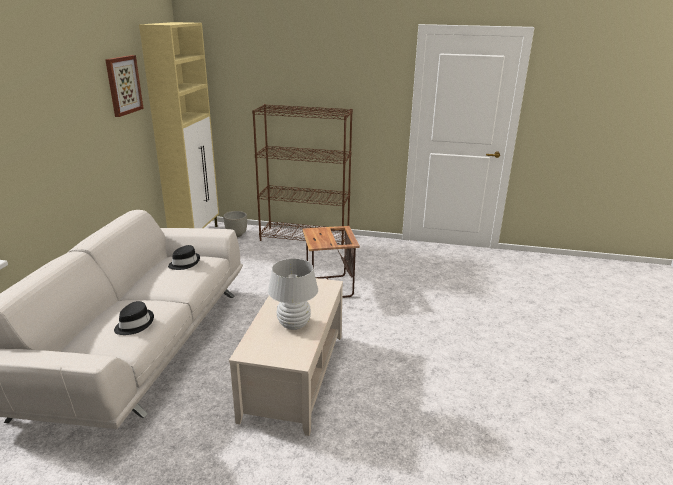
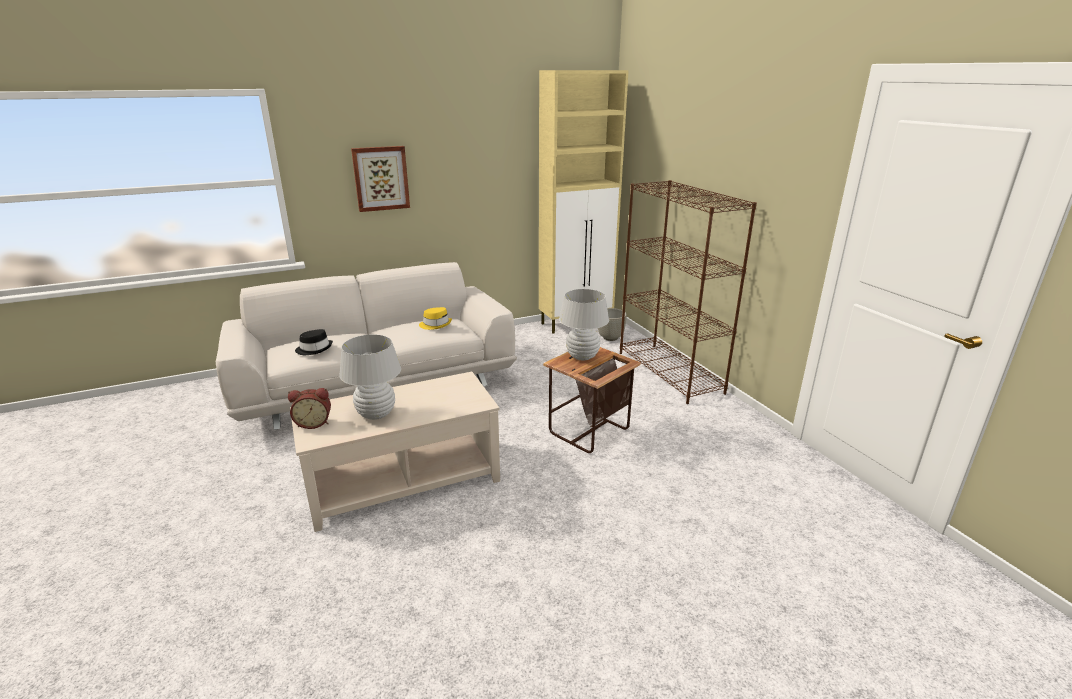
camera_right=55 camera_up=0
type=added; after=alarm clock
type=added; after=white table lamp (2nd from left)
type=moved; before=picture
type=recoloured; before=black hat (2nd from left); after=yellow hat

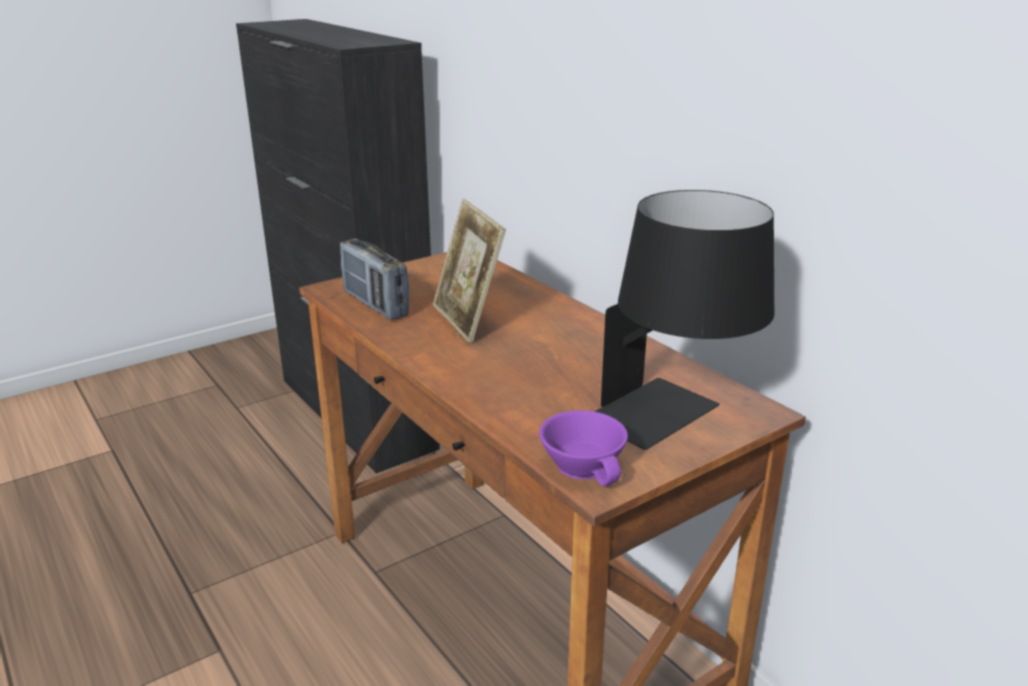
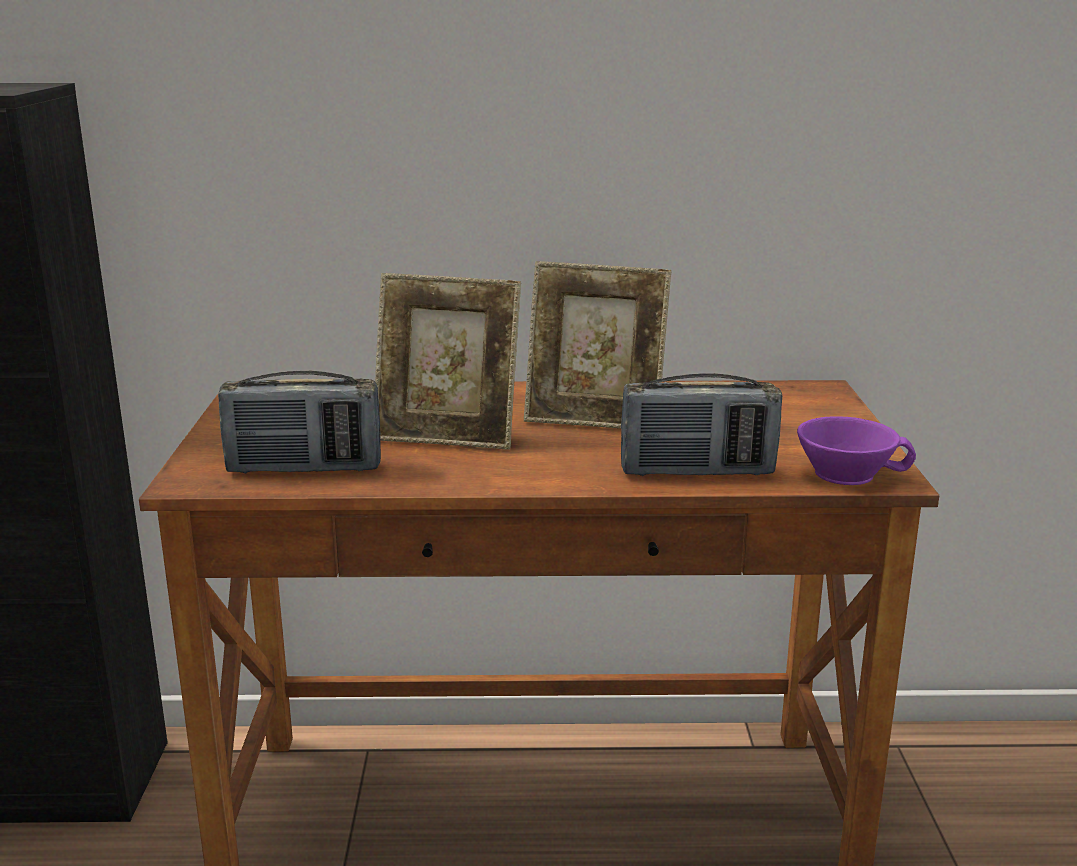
camera_right=-55 camera_up=-5
type=removed; before=black table lamp
type=added; after=picture frame (2nd from left)
type=added; after=radio (2nd from left)

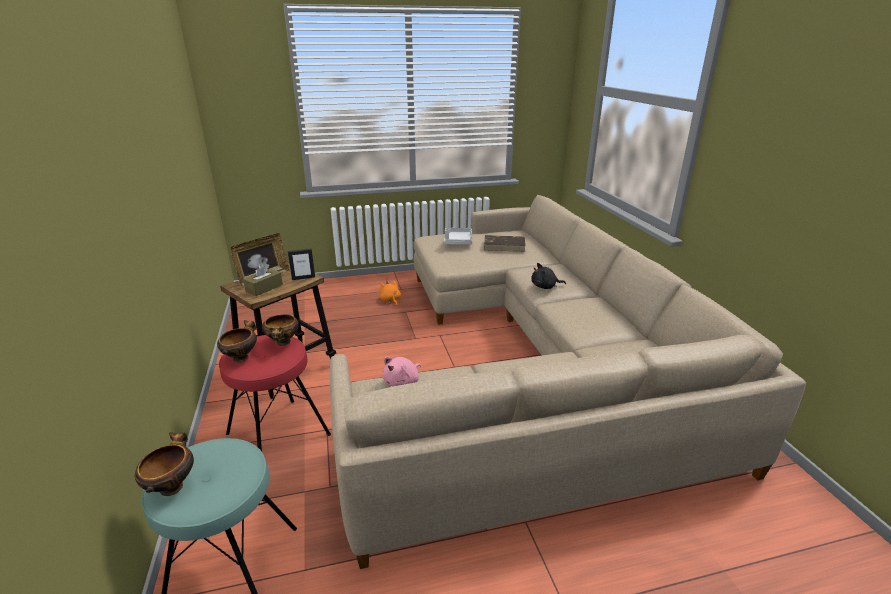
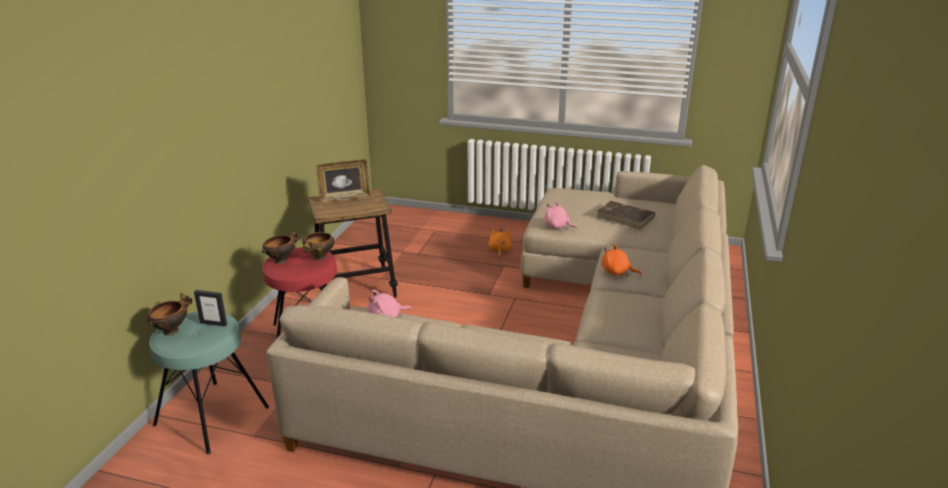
camera_right=30 camera_up=0
type=removed; before=brown tissue box
type=removed; before=grey tray
type=added; after=pink plush toy (2nd from left)
type=moved; before=picture frame (2nd from left in the first image); after=picture frame (1st from left)
type=recoloured; before=black plush toy; after=orange plush toy (2nd from left)

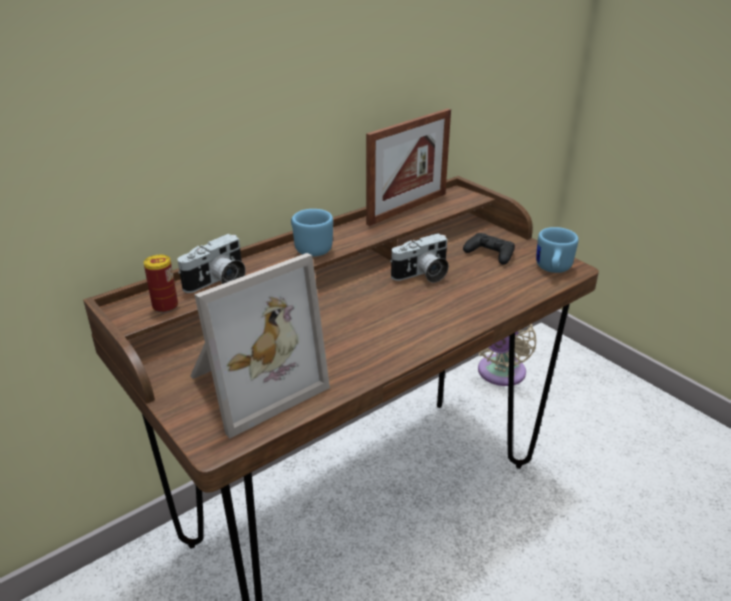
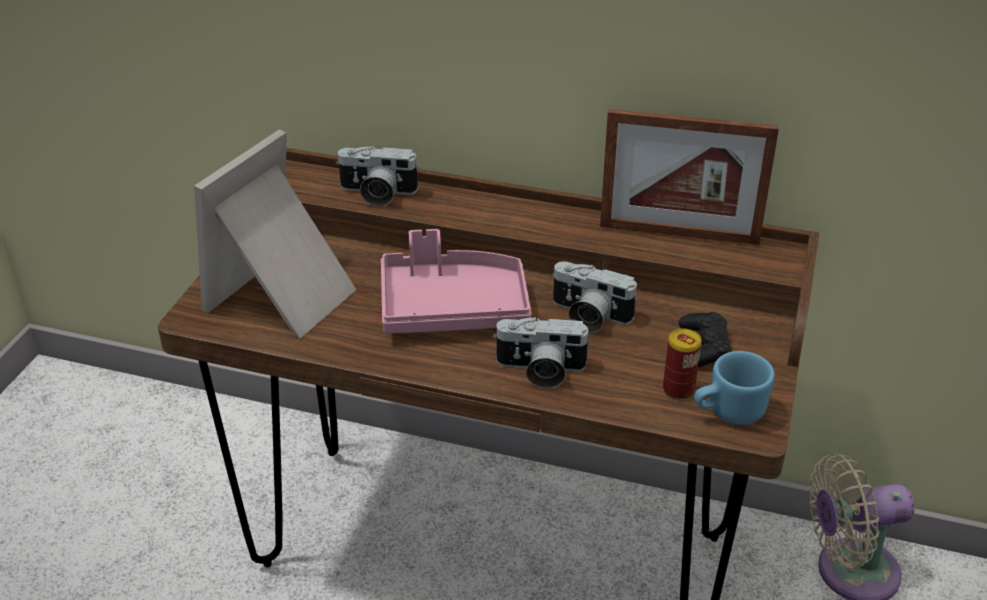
camera_right=55 camera_up=5
type=removed; before=blue mug (1st from left)
type=added; after=pink tray
type=added; after=photo camera (2nd from left)
type=moved; before=can
type=turned; before=picture frame (1st from left); turn=105

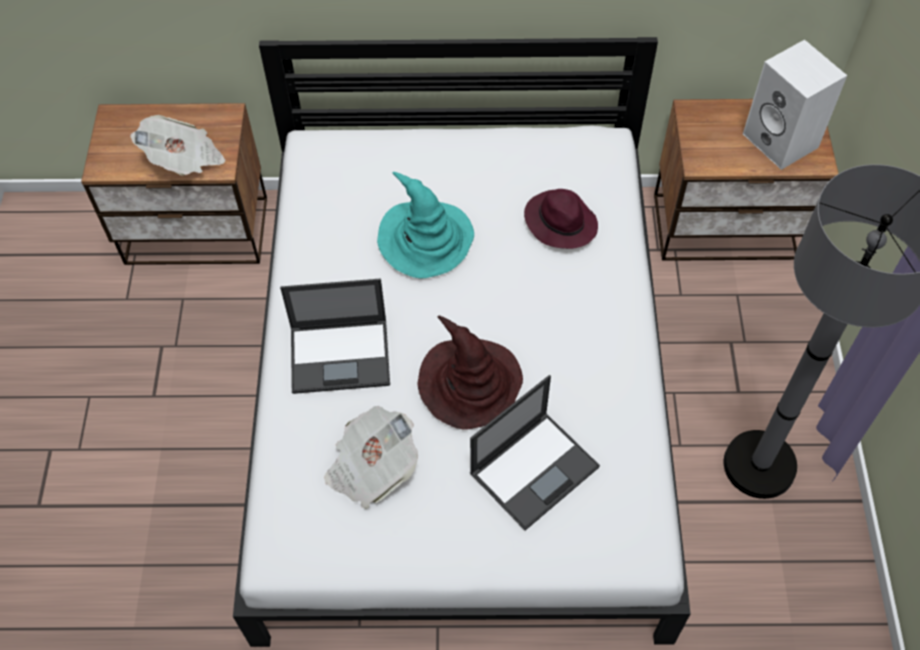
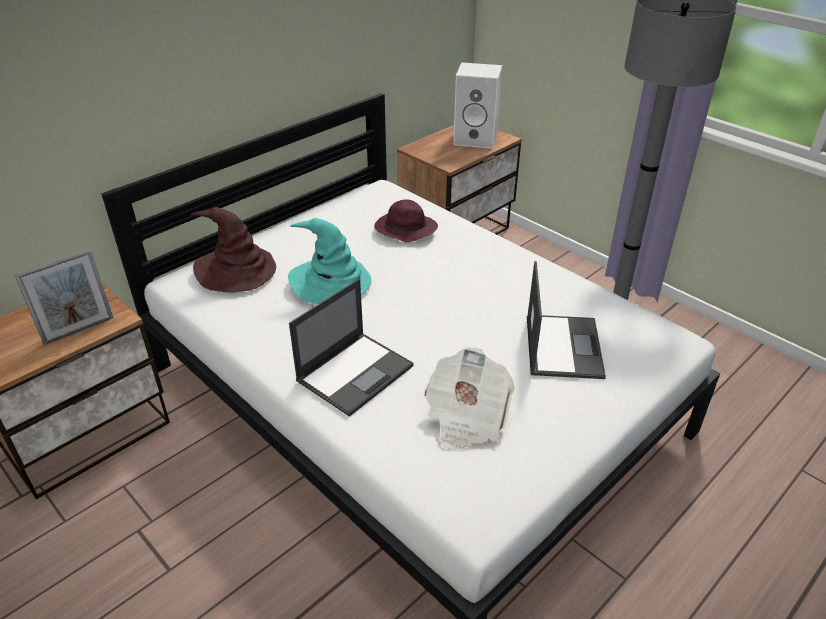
camera_right=-45 camera_up=-20
type=moved; before=brown hat
type=replaced; before=newspaper (1st from left); after=picture frame

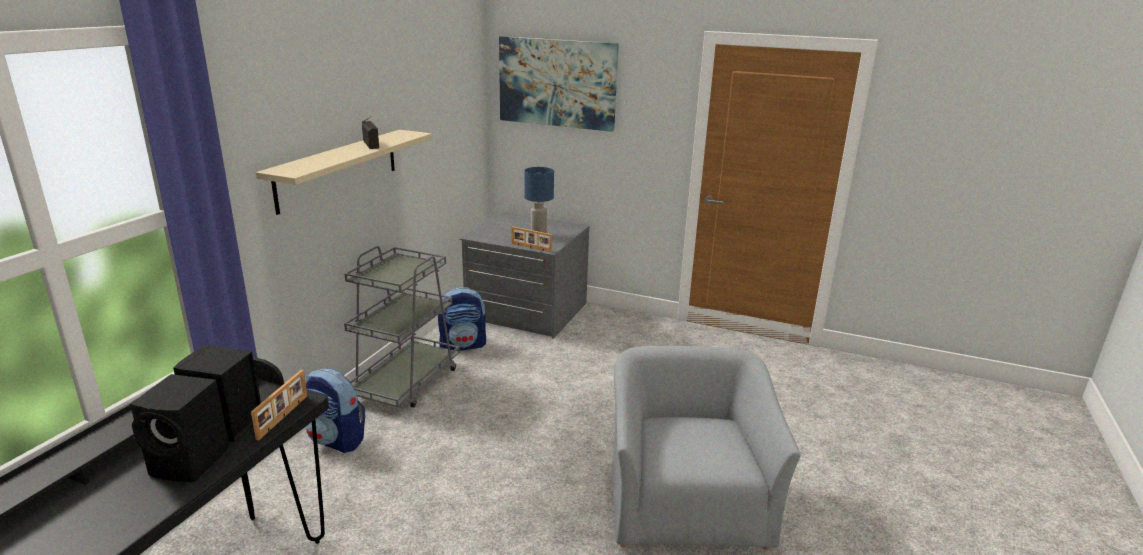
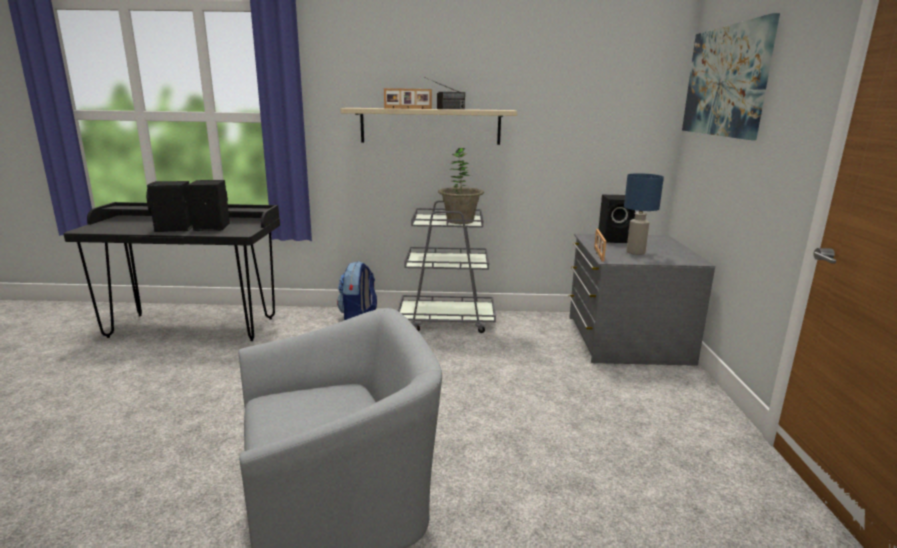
camera_right=70 camera_up=-5
type=removed; before=backpack (2nd from left)
type=added; after=potted plant
type=added; after=black speaker (3rd from left)
type=moved; before=picture frame (1st from left)

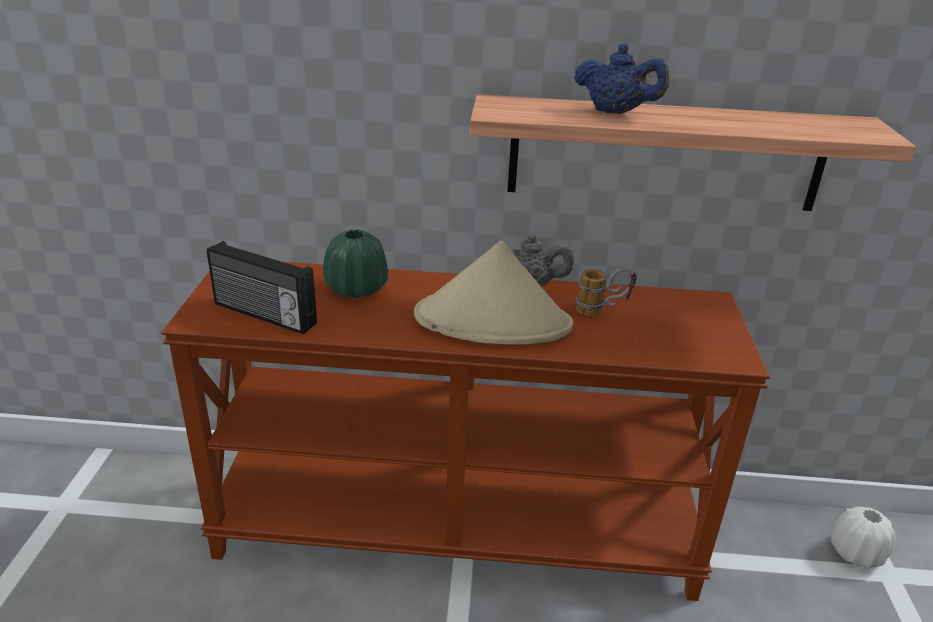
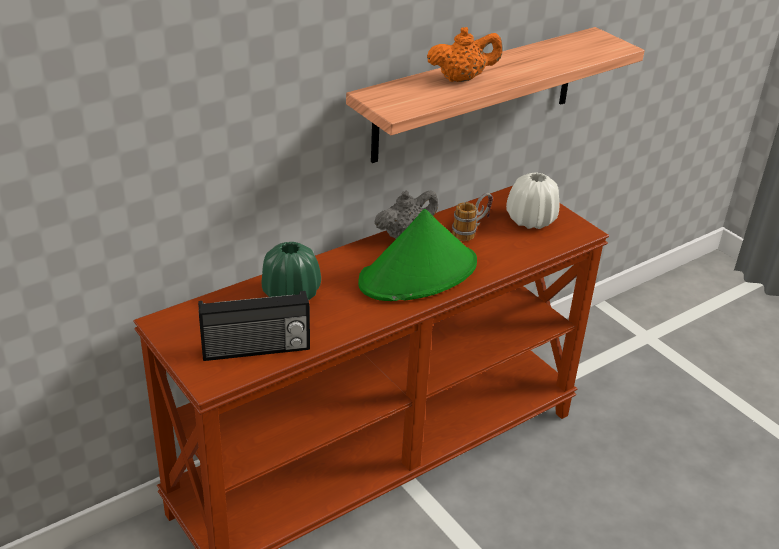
camera_right=-40 camera_up=5
type=moved; before=white vase
type=recoloured; before=beige hat; after=green hat
type=recoloured; before=blue teapot; after=orange teapot

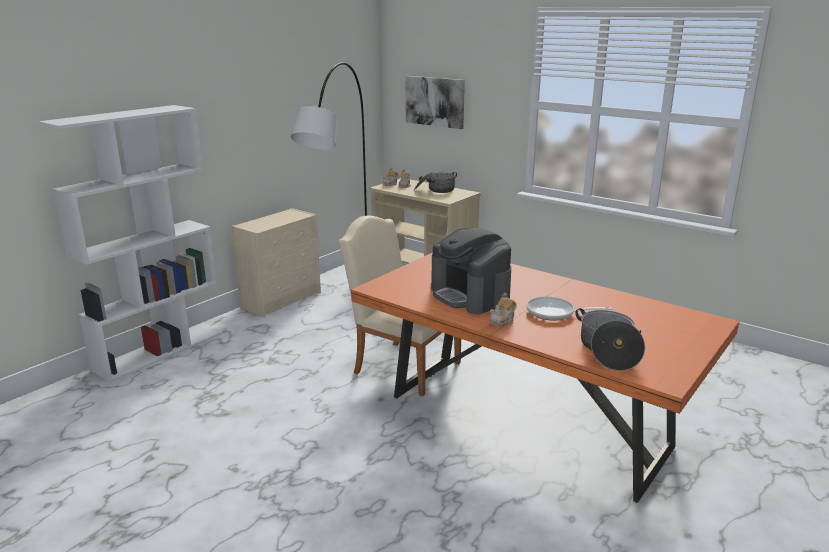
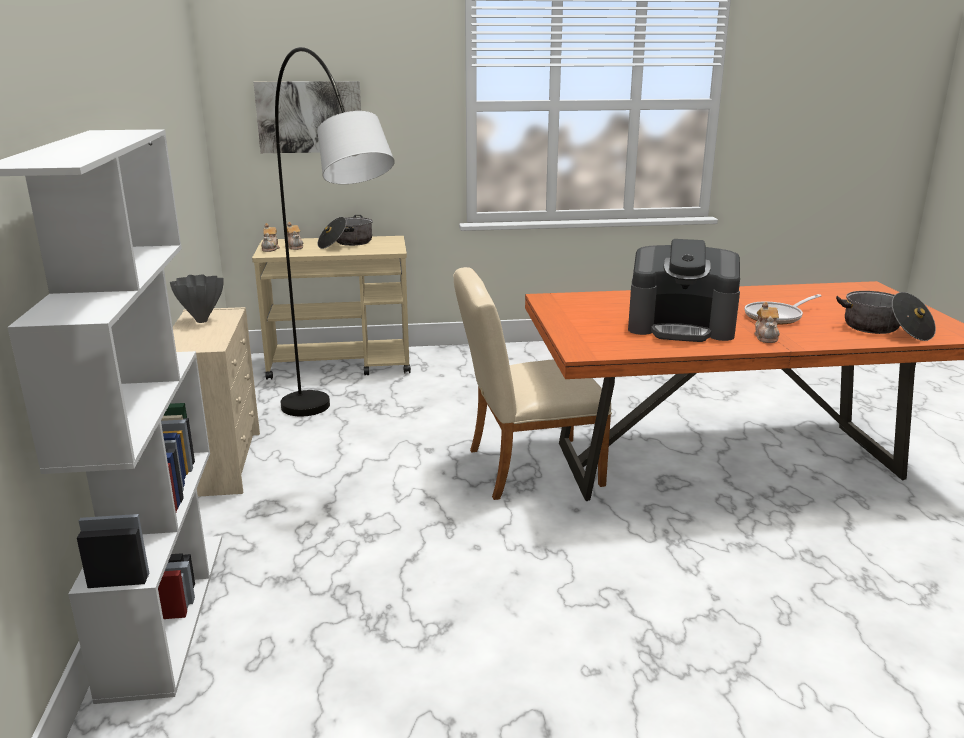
camera_right=-45 camera_up=0
type=added; after=grey vase

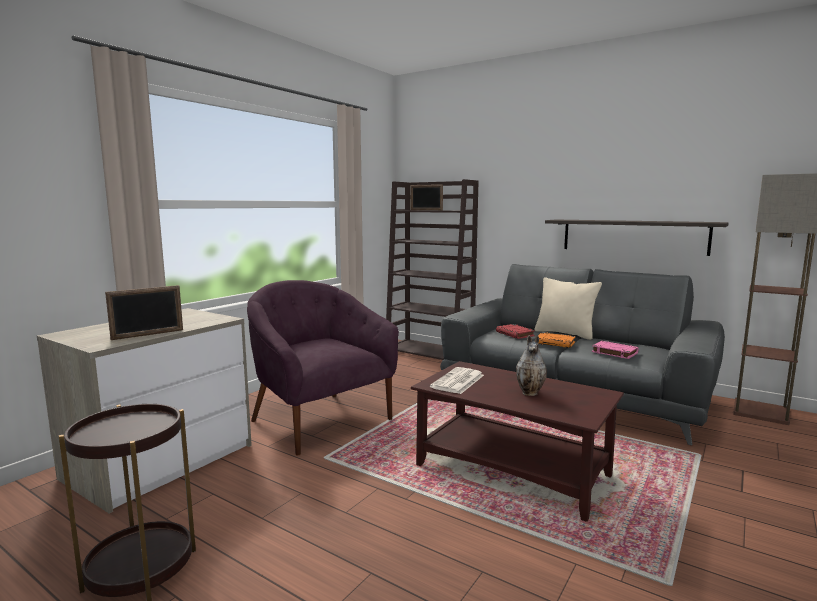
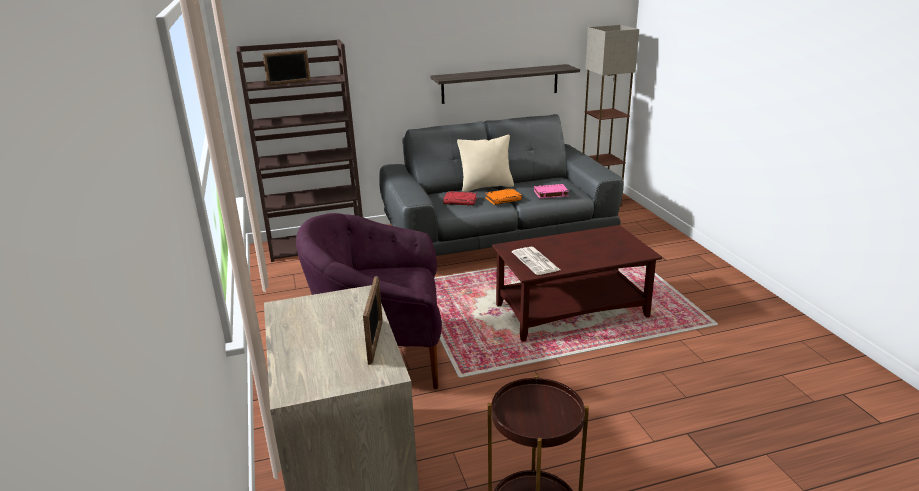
camera_right=-50 camera_up=15
type=removed; before=vase

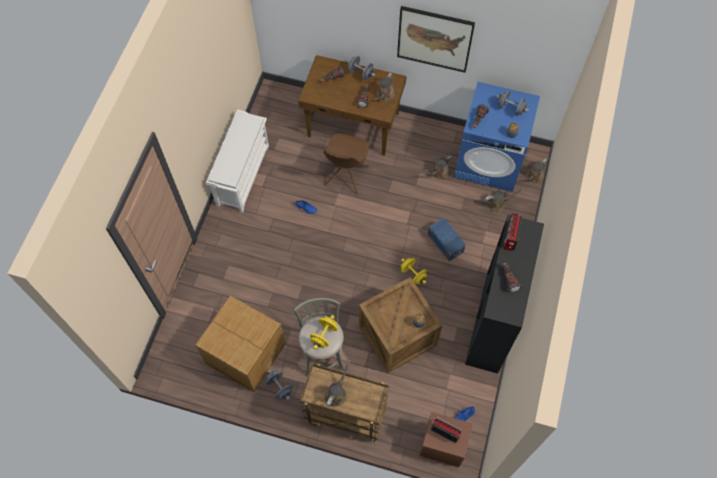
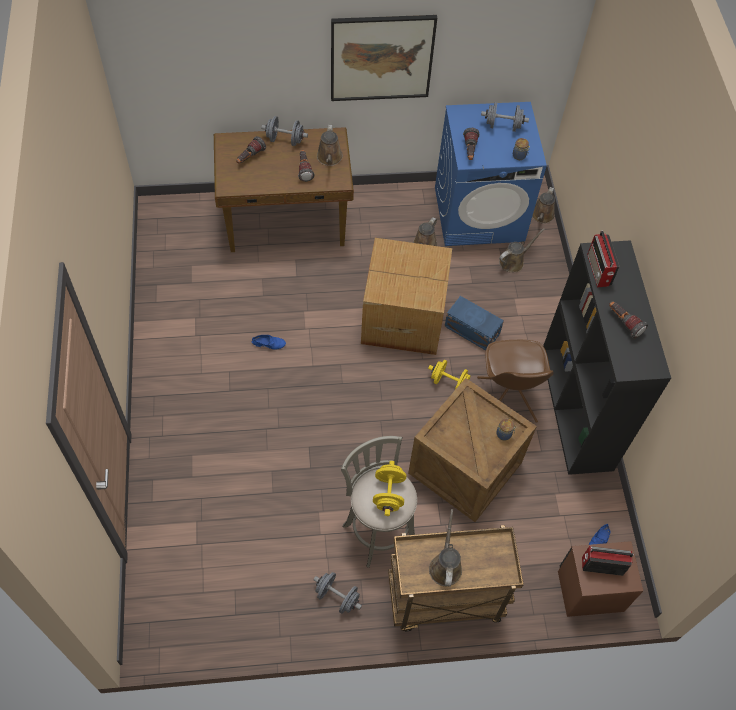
camera_right=-25 camera_up=-5
type=removed; before=white shoe rack
type=moved; before=cardboard box
type=moved; before=brown chair

